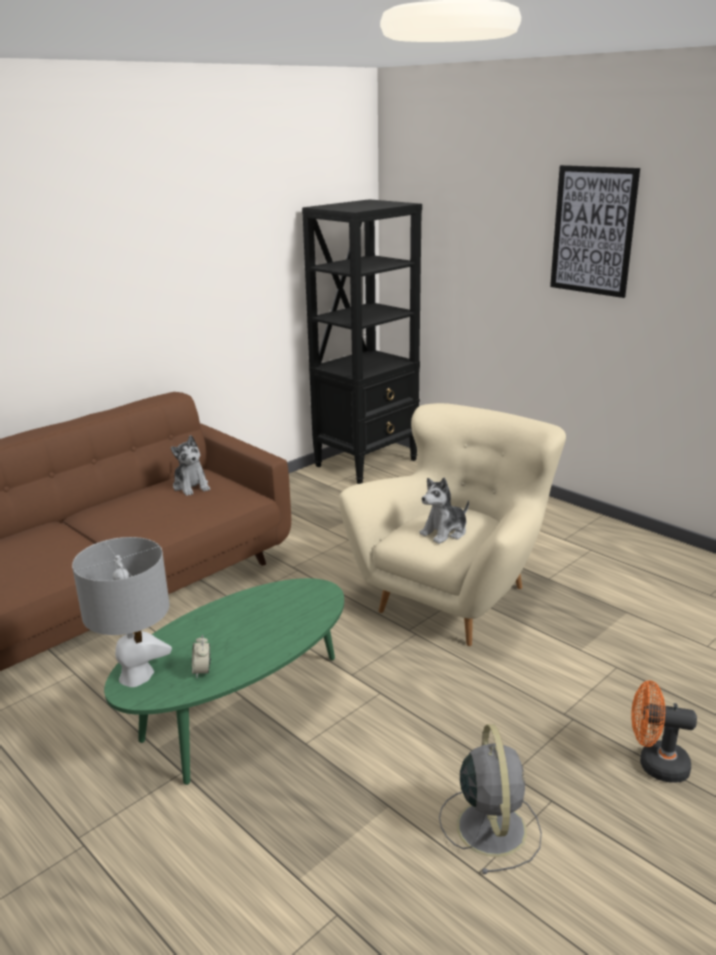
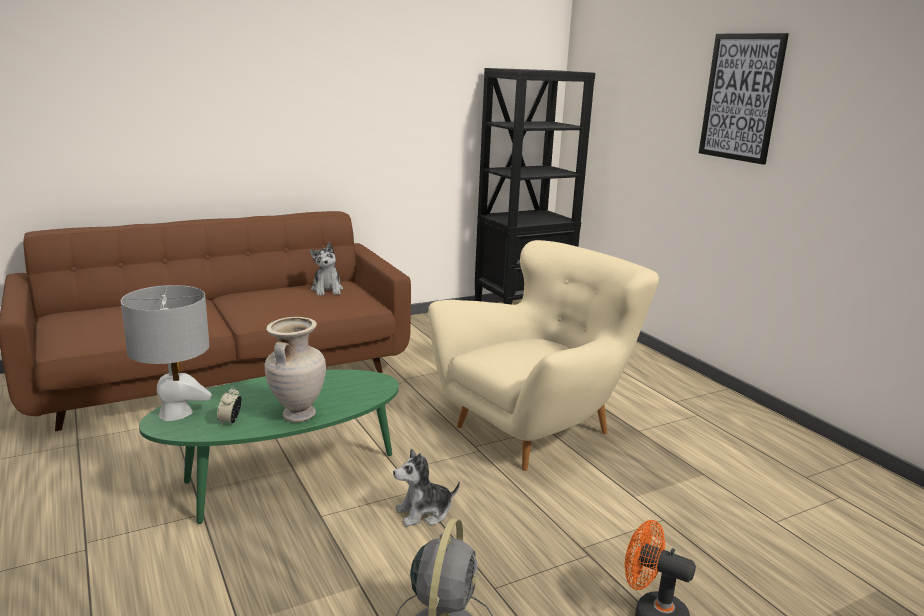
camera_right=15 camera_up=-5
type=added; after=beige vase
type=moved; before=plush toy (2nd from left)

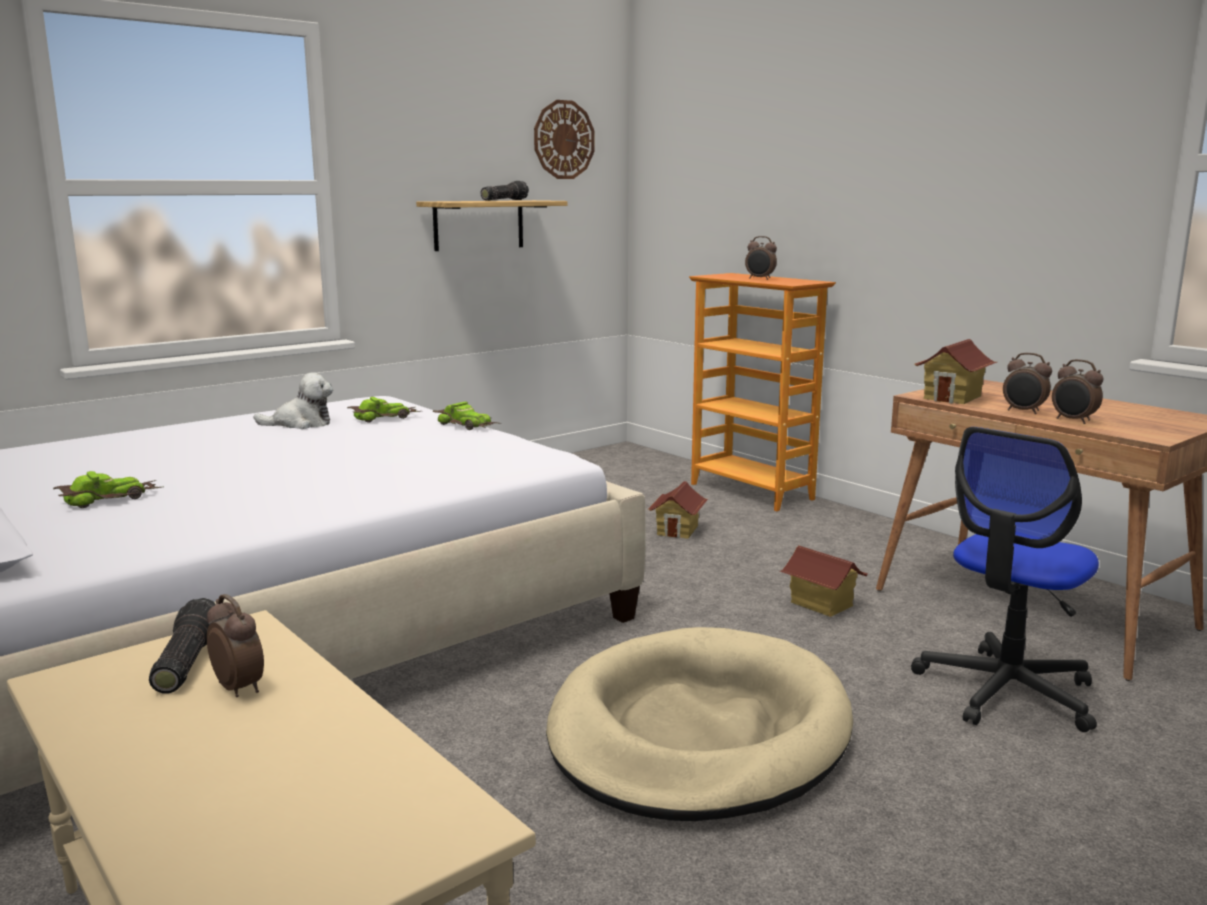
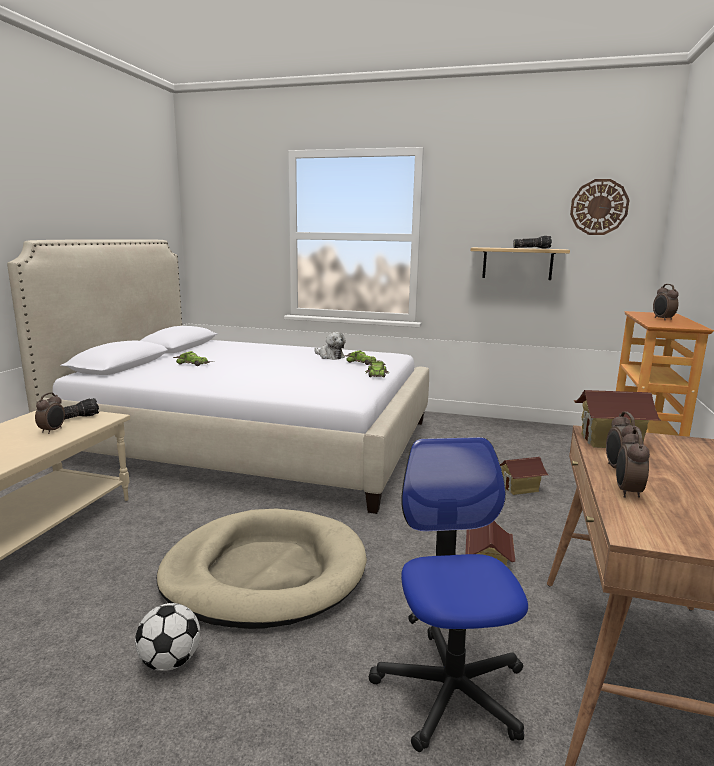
camera_right=55 camera_up=0
type=added; after=football
type=turned; before=office chair; turn=75

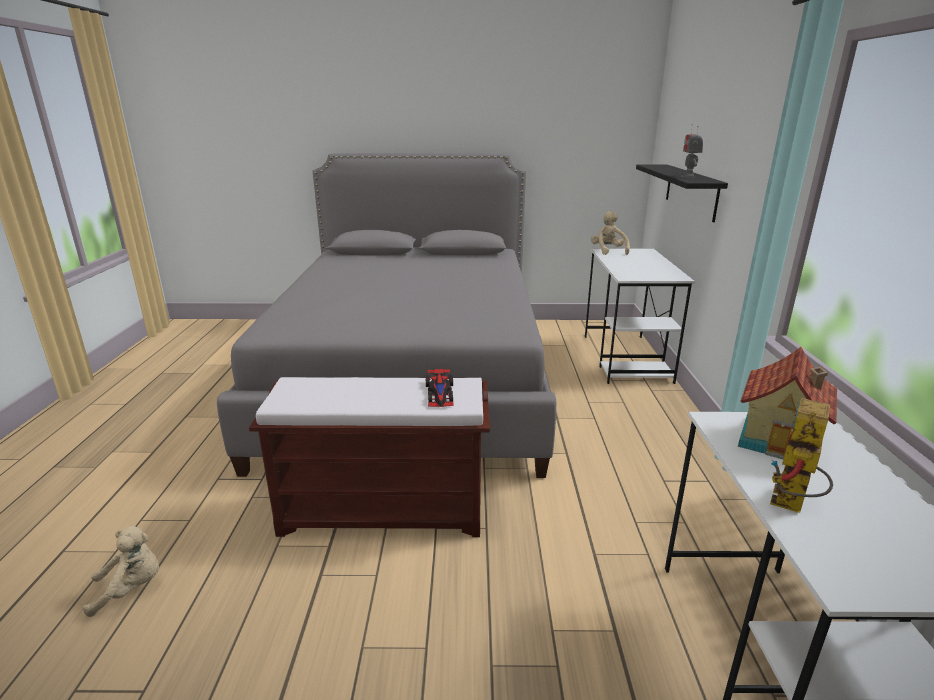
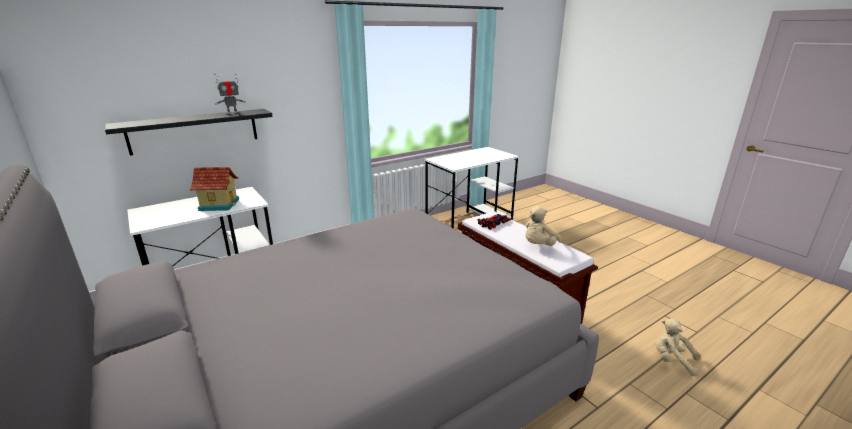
camera_right=-125 camera_up=0
type=removed; before=toy robot (2nd from left)
type=moved; before=beige plush toy (2nd from left in the first image); after=beige plush toy (1st from left)
type=moved; before=toy house

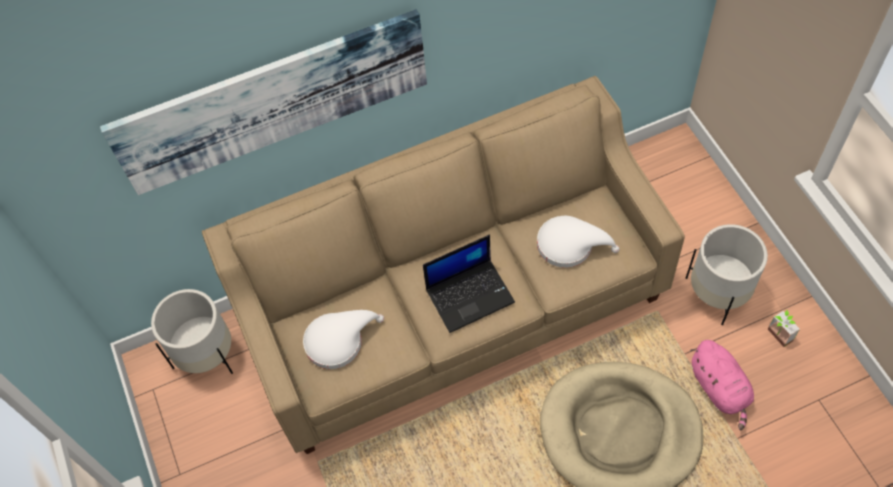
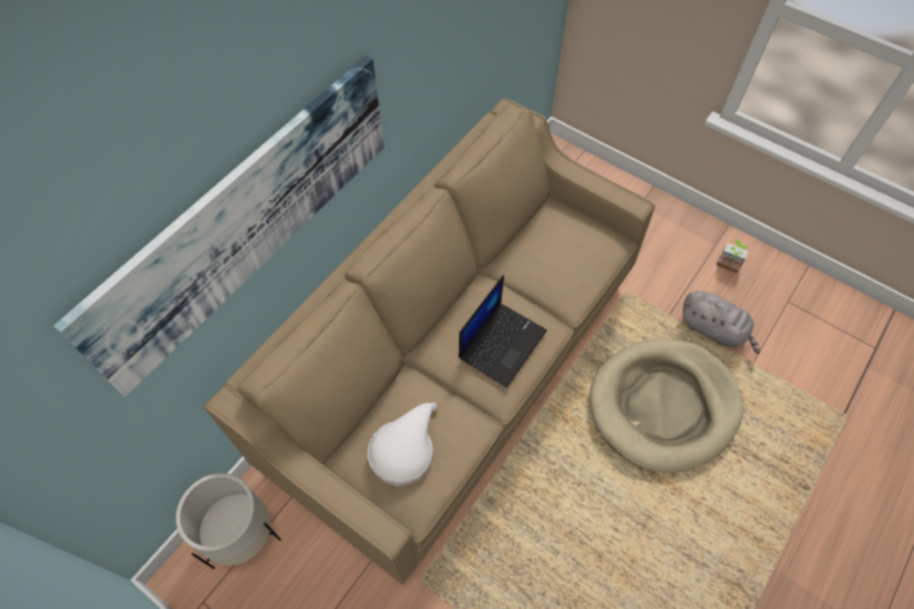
camera_right=-35 camera_up=0
type=removed; before=white hat (2nd from left)
type=removed; before=white planter (2nd from left)
type=recoloured; before=pink plush toy; after=grey plush toy

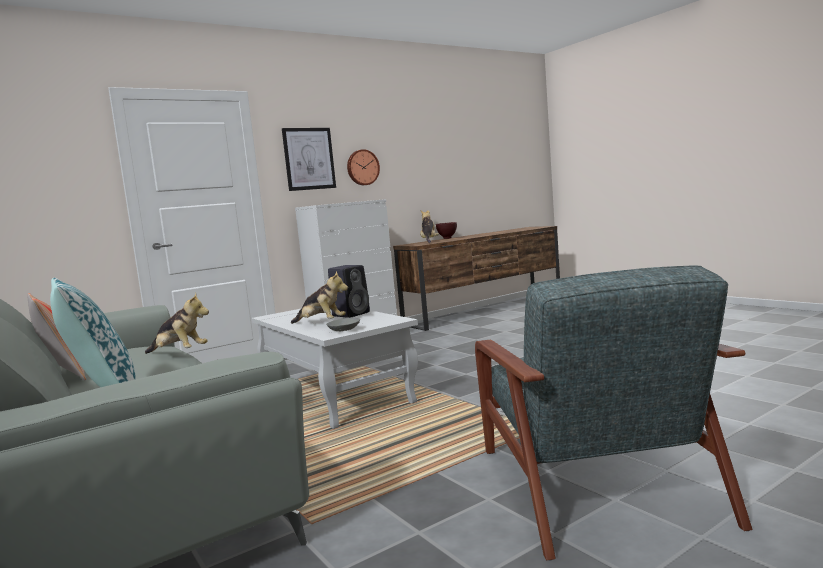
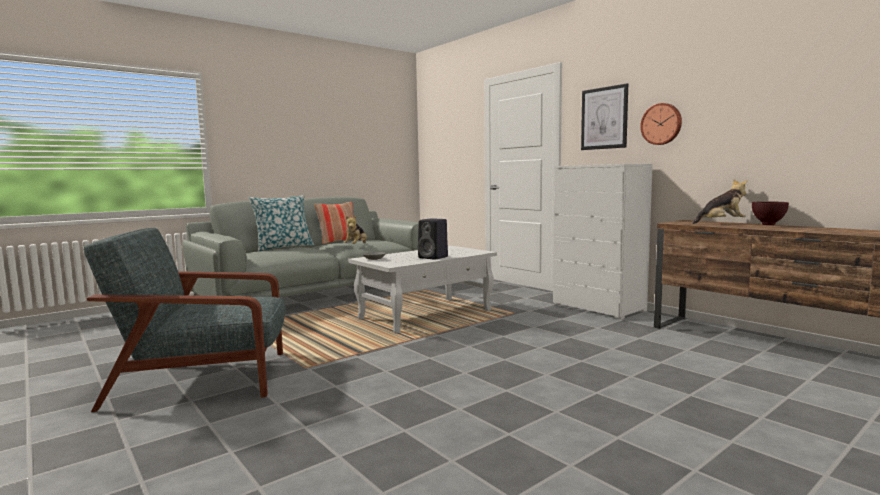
camera_right=85 camera_up=0
type=removed; before=plush toy (2nd from left)

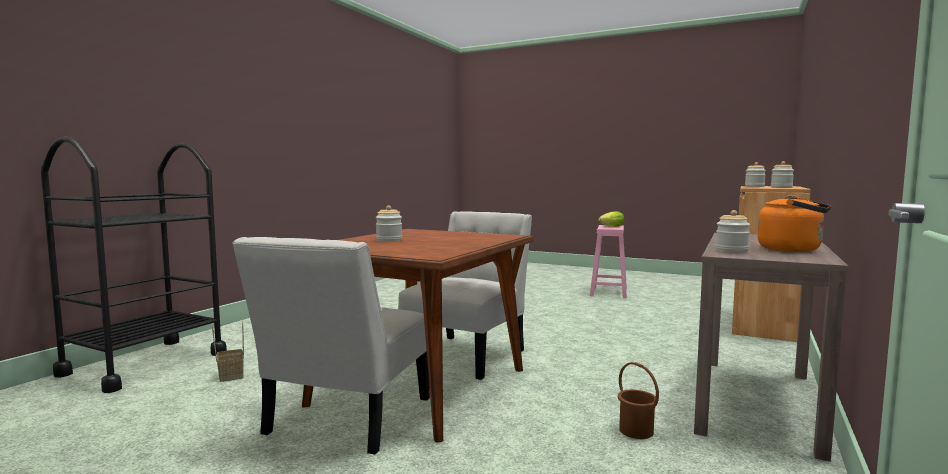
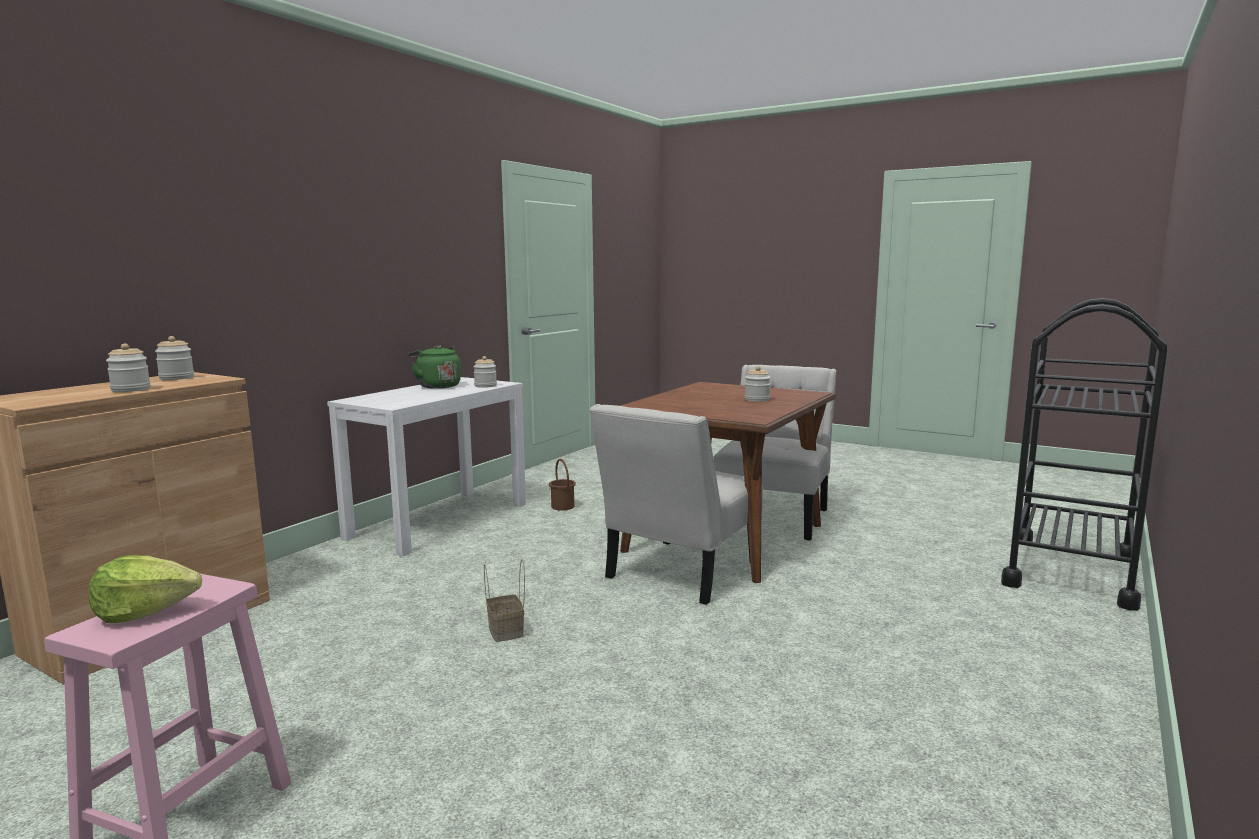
camera_right=-175 camera_up=5
type=moved; before=basket
type=recoloured; before=brown console table; after=white console table
type=recoloured; before=orange kettle; after=green kettle

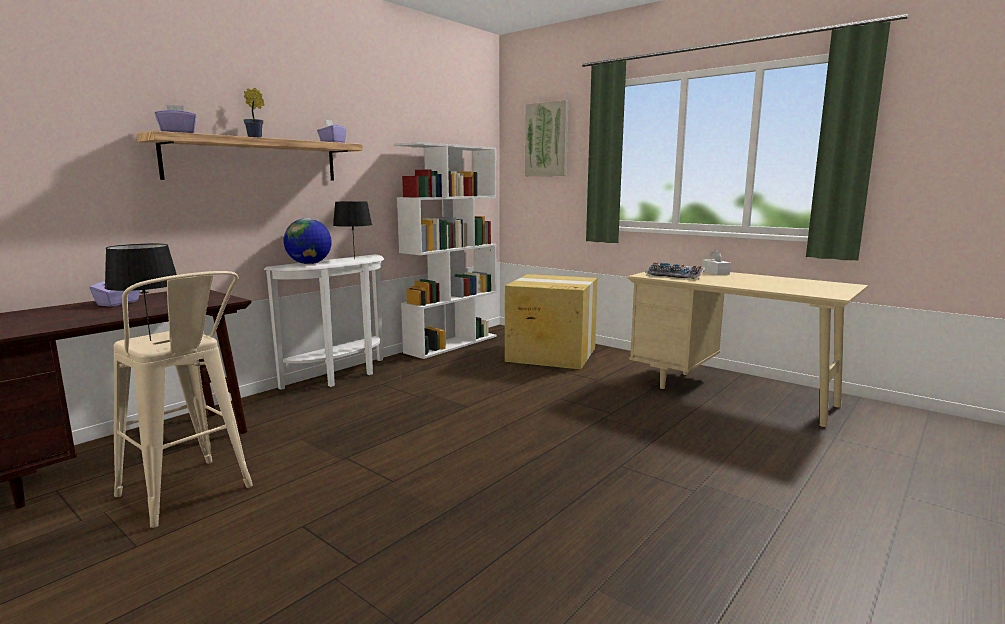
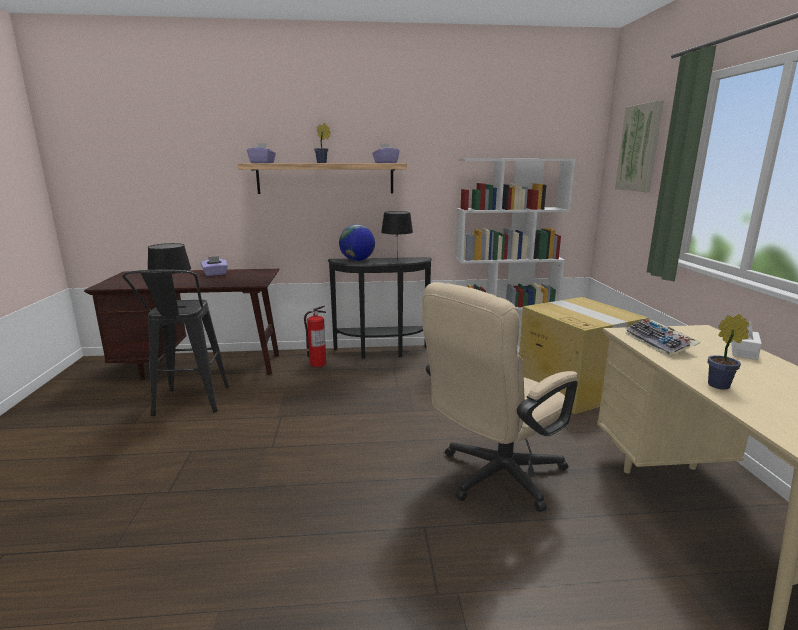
camera_right=45 camera_up=5
type=added; after=fire extinguisher
type=added; after=beige office chair
type=added; after=potted plant (2nd from left)
type=recoloured; before=beige stool; after=black stool
type=recoloured; before=white console table; after=black console table

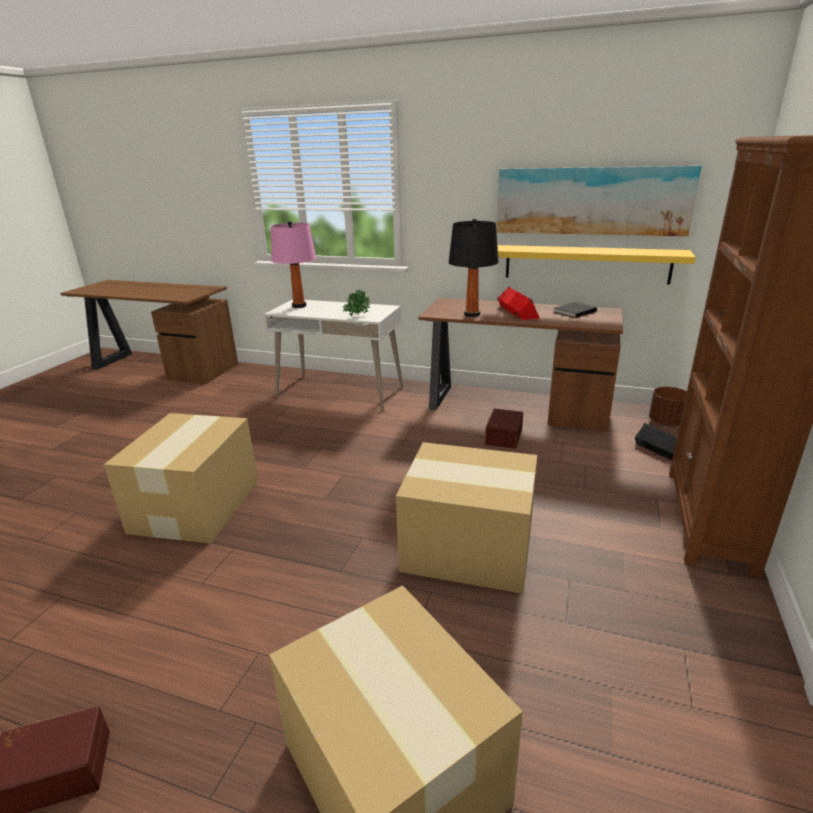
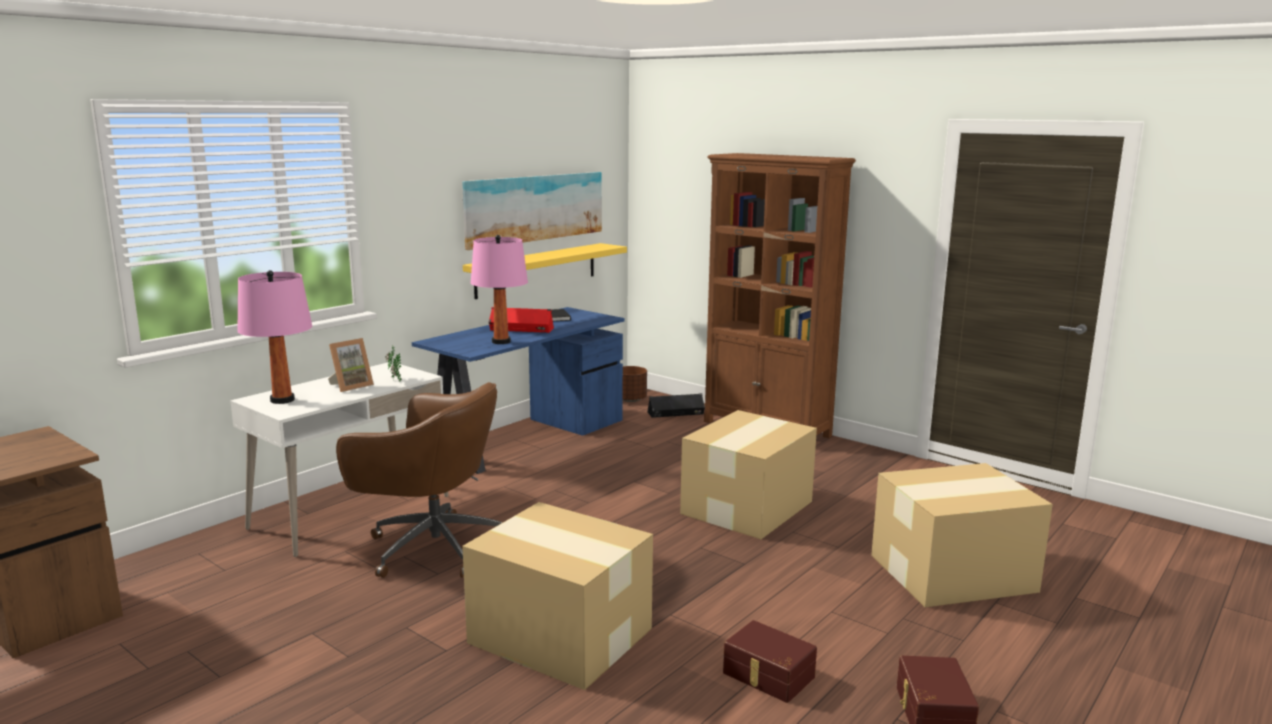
camera_right=-70 camera_up=-10
type=added; after=picture frame
type=added; after=brown office chair
type=moved; before=brown storage box (2nd from left in the first image); after=brown storage box (1st from left)
type=recoloured; before=brown desk (2nd from left); after=blue desk
type=recoloured; before=black table lamp; after=pink table lamp (2nd from left)

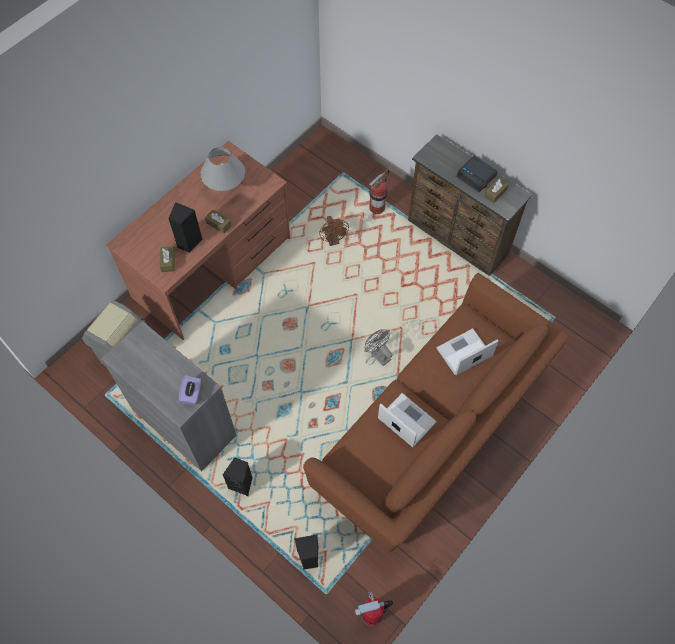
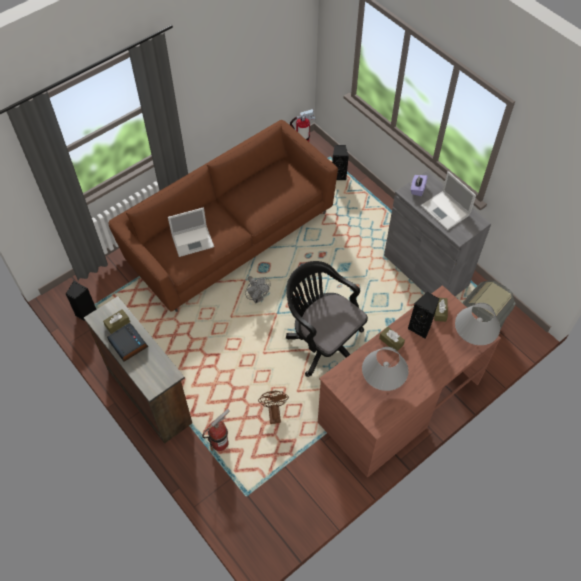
camera_right=-170 camera_up=-5
type=added; after=black office chair
type=added; after=grey table lamp (2nd from left)
type=moved; before=black speaker (2nd from left in the first image); after=black speaker (1st from left)
type=moved; before=laptop (1st from left in the first image); after=laptop (2nd from left)

